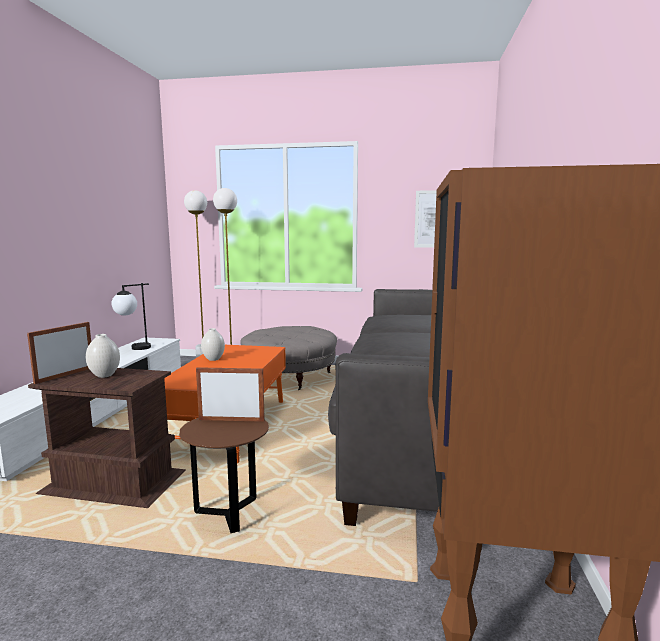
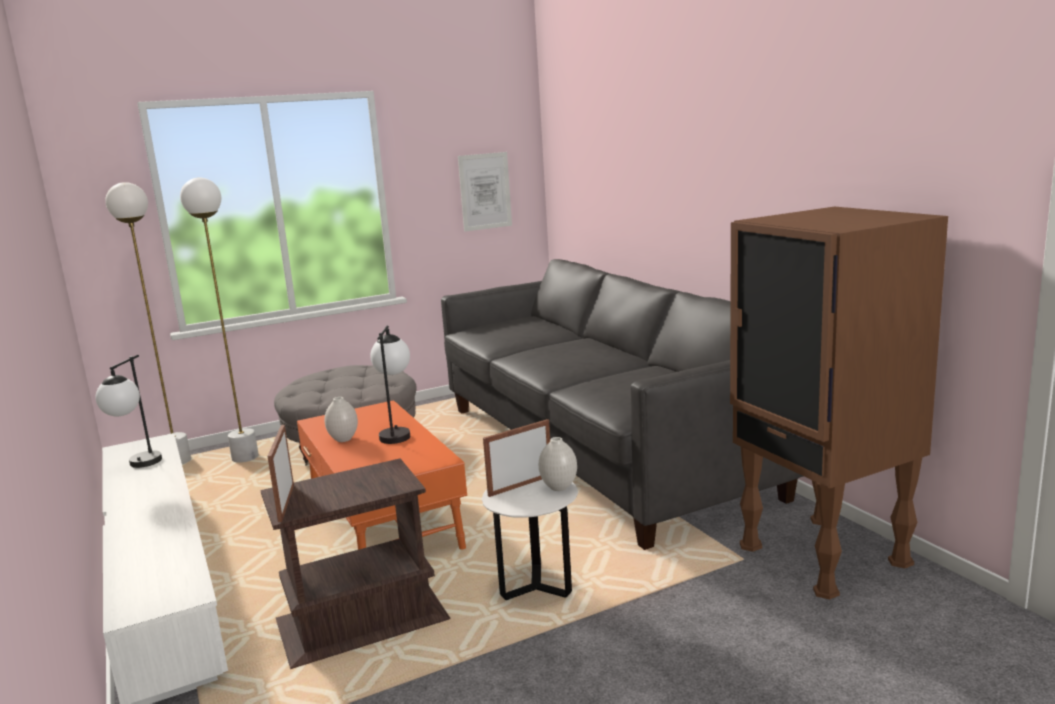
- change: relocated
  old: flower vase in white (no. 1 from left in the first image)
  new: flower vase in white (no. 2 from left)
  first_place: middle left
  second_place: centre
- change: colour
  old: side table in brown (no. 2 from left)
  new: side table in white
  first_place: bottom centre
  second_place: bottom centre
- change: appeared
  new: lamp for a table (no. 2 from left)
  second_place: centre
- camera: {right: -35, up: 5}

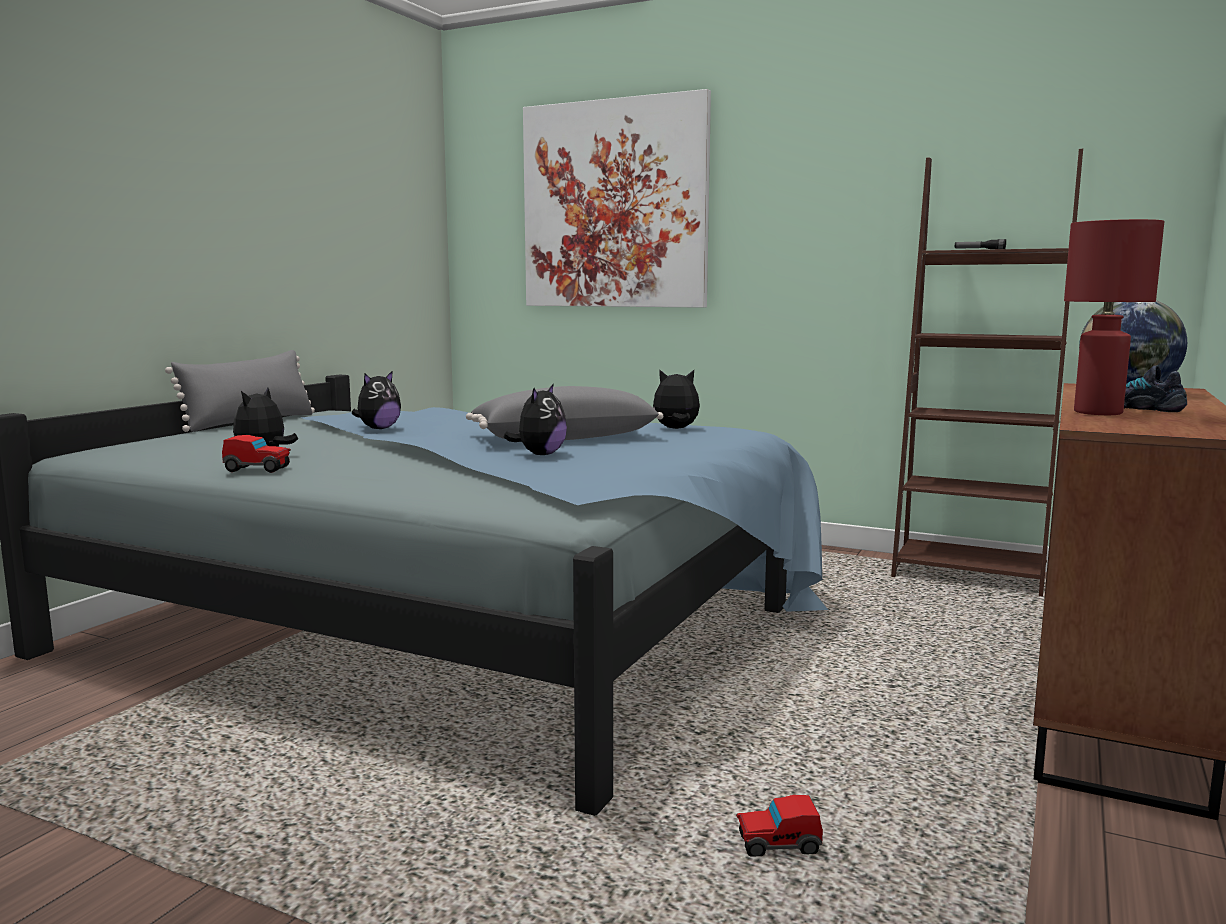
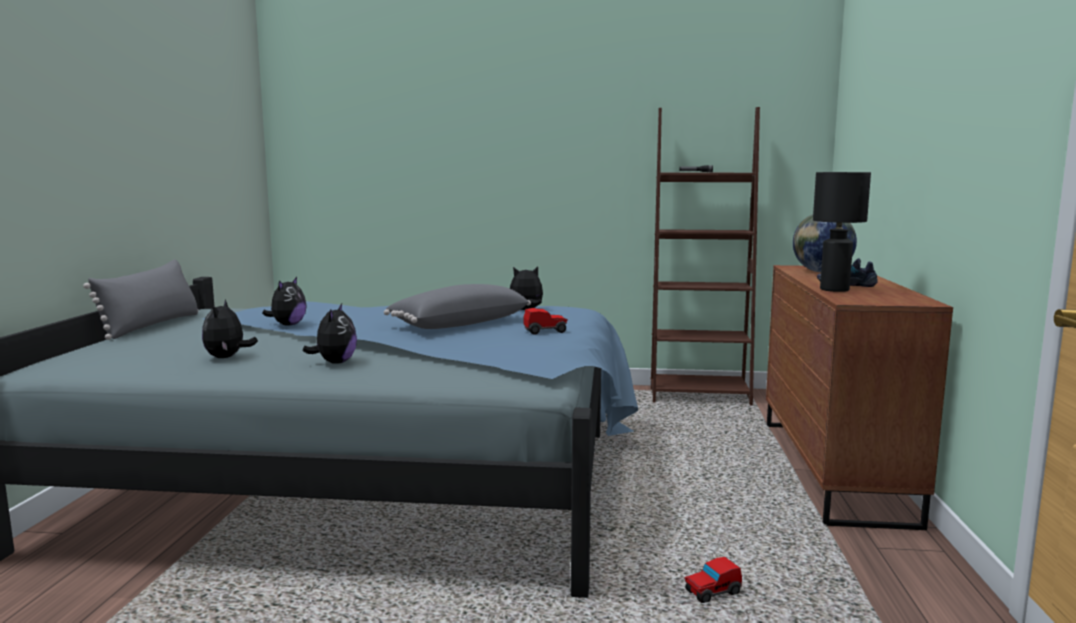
- change: relocated
  old: miniature car (no. 1 from left)
  first_place: middle left
  second_place: centre
- change: relocated
  old: soft toy (no. 3 from left)
  first_place: centre
  second_place: middle left
- change: missing
  old: picture
  first_place: top centre
- change: colour
  old: lamp for a table in reddish
  new: lamp for a table in black
  first_place: middle right
  second_place: middle right
- camera: {right: -20, up: 0}

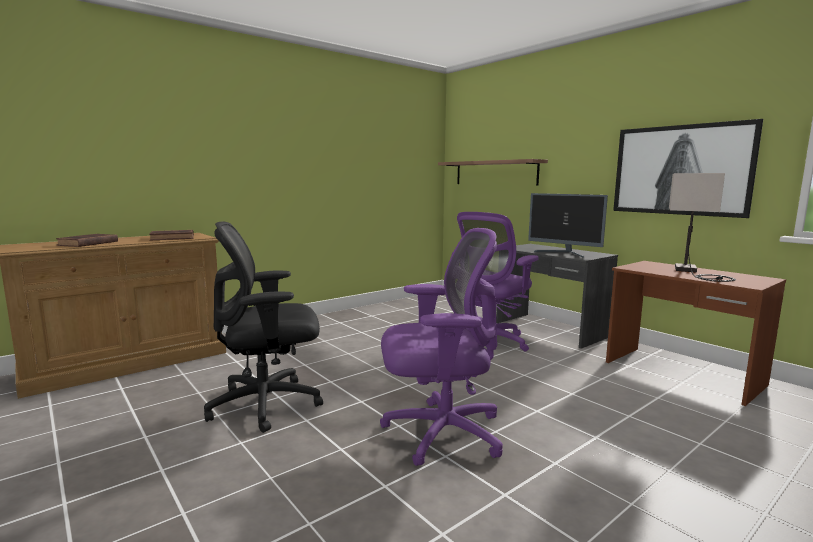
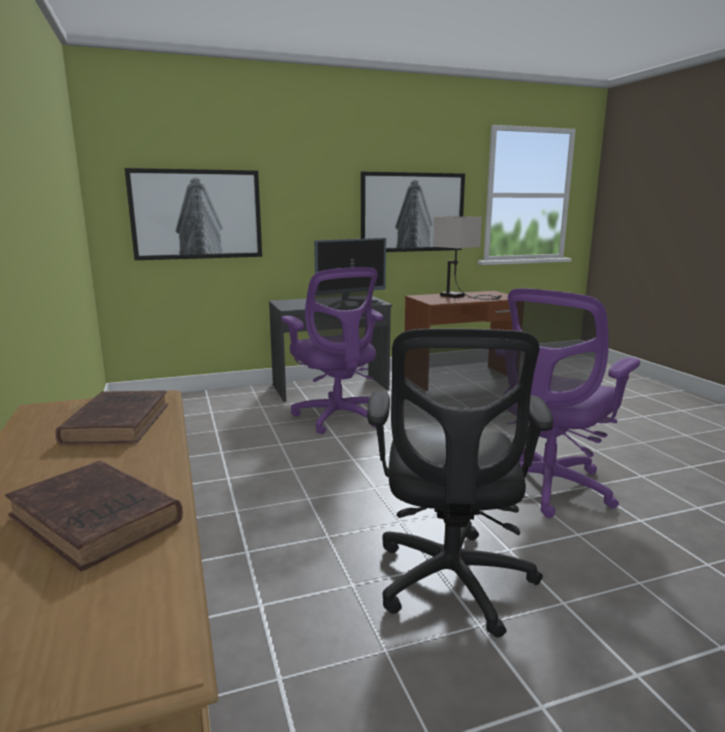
- change: spun
  old: desk chair in purple (no. 1 from left in the first image)
  first_place: centre
  second_place: middle right
  degrees: -150
- change: exchanged
  old: shelf
  new: picture (no. 1 from left)
  first_place: top centre
  second_place: top left
- camera: {right: -70, up: 5}

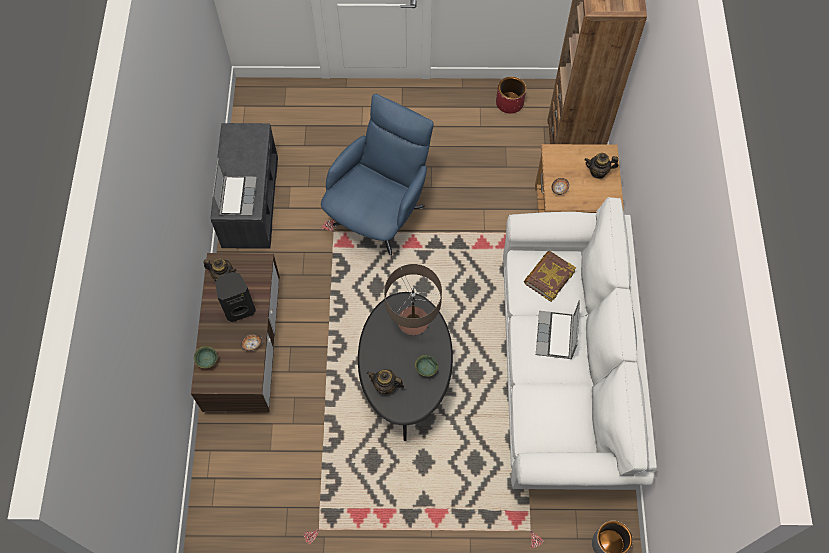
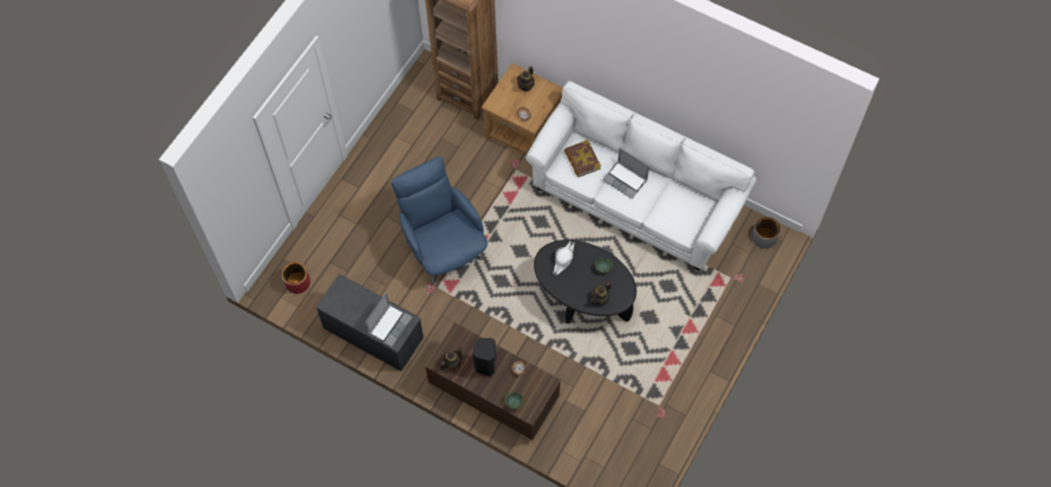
- change: spun
  old: portable computer (no. 1 from left)
  first_place: middle left
  second_place: centre
  degrees: 90
- change: exchanged
  old: lamp for a table
  new: hat in white
  first_place: centre
  second_place: centre
- change: relocated
  old: plant pot in reddish
  first_place: top centre
  second_place: middle left
- camera: {right: -60, up: 0}

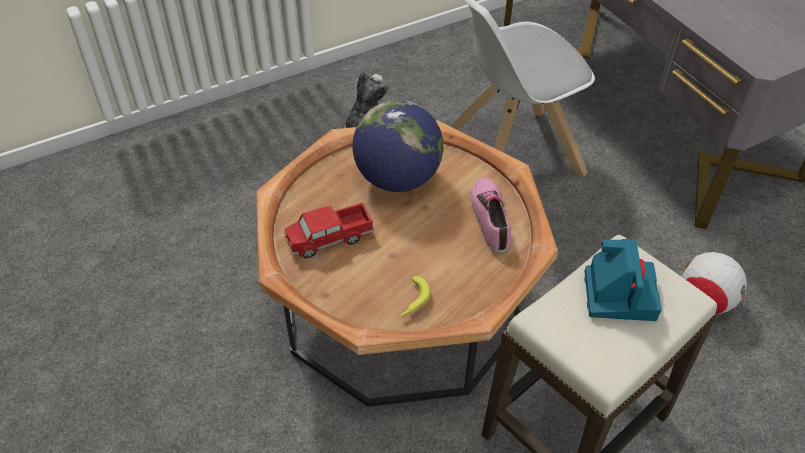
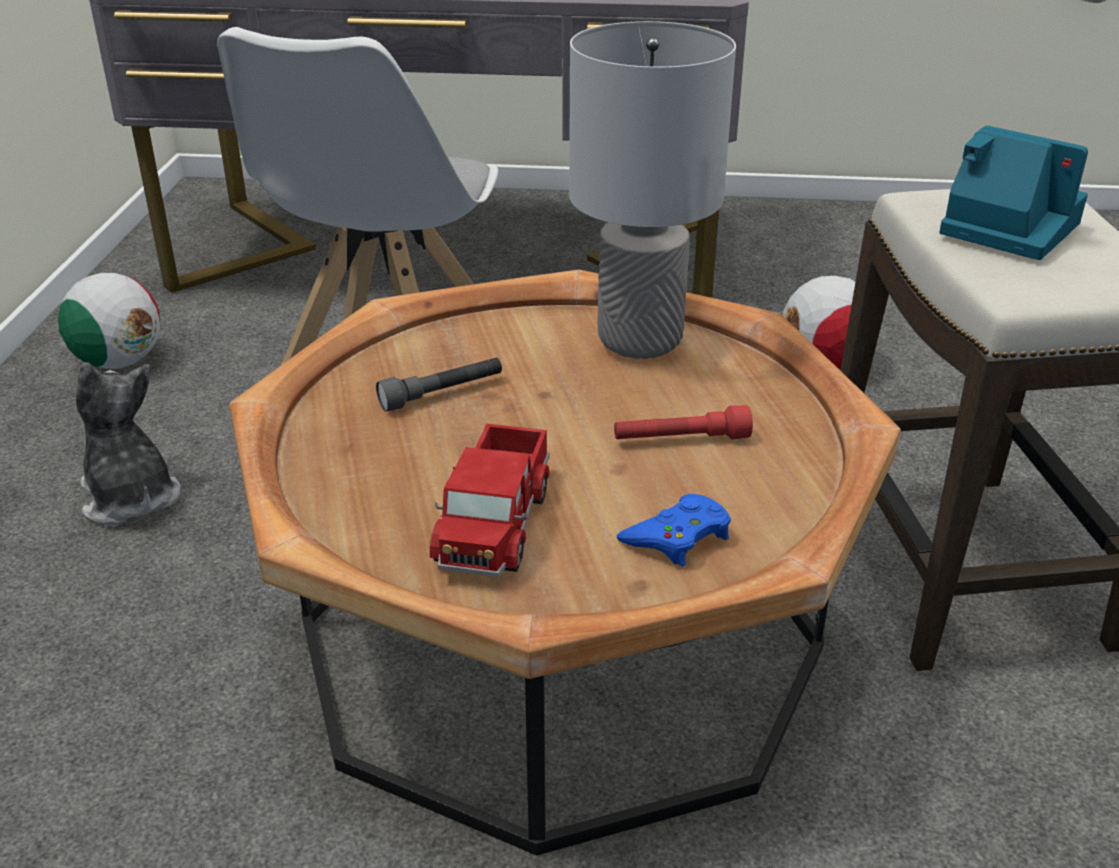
- change: exchanged
  old: world globe
  new: torch in grey
  first_place: top centre
  second_place: centre
- change: missing
  old: banana fruit
  first_place: centre
- change: exchanged
  old: shoe
  new: lamp for a table in grey
  first_place: centre
  second_place: top centre
- change: appeared
  new: ball for football (no. 1 from left)
  second_place: middle left
- change: appeared
  new: torch in reddish
  second_place: centre
- change: appeared
  new: gamepad in blue
  second_place: centre
- camera: {right: -55, up: -15}

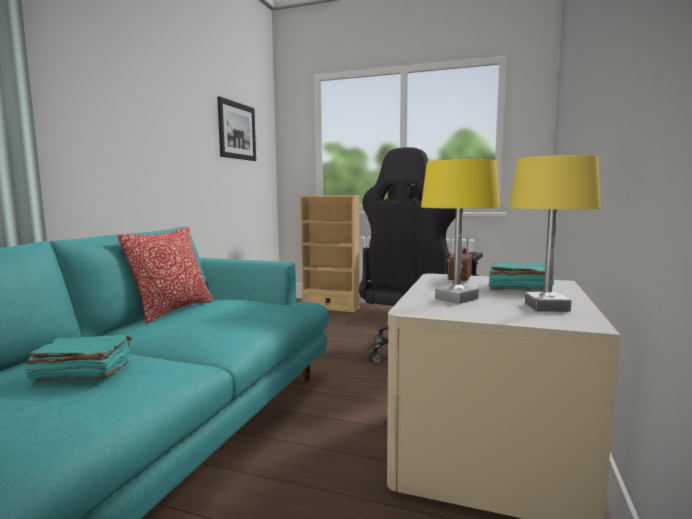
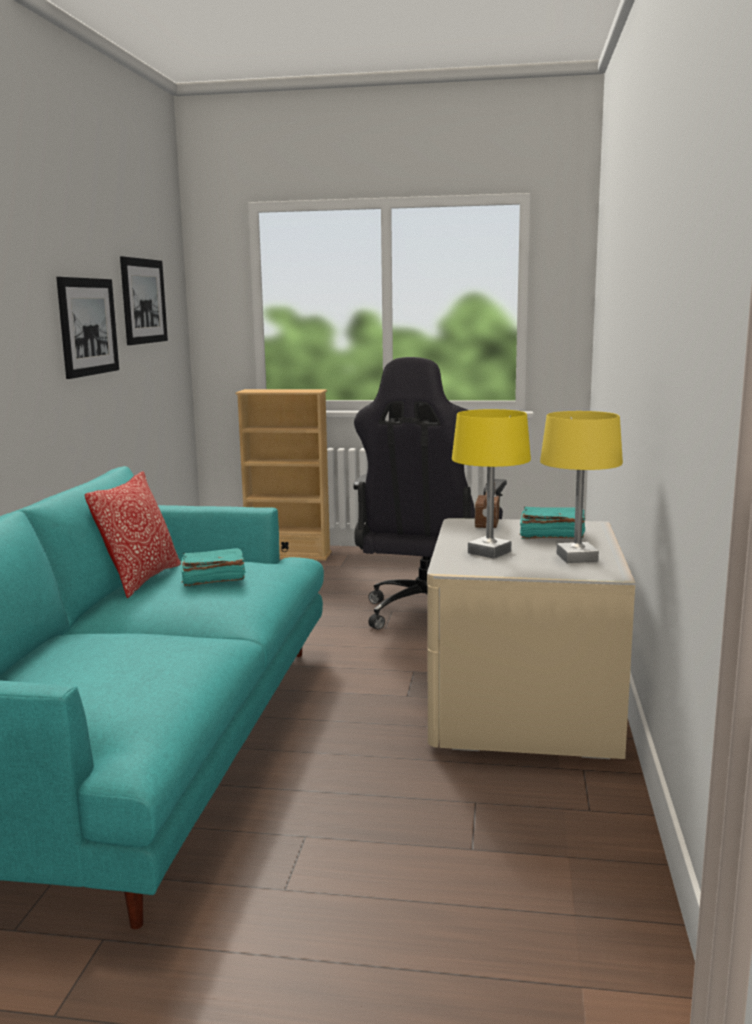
- change: relocated
  old: bound book in turquoise-coloured (no. 1 from left)
  first_place: bottom left
  second_place: middle left
- change: appeared
  new: picture (no. 1 from left)
  second_place: top left
- camera: {right: -10, up: 5}

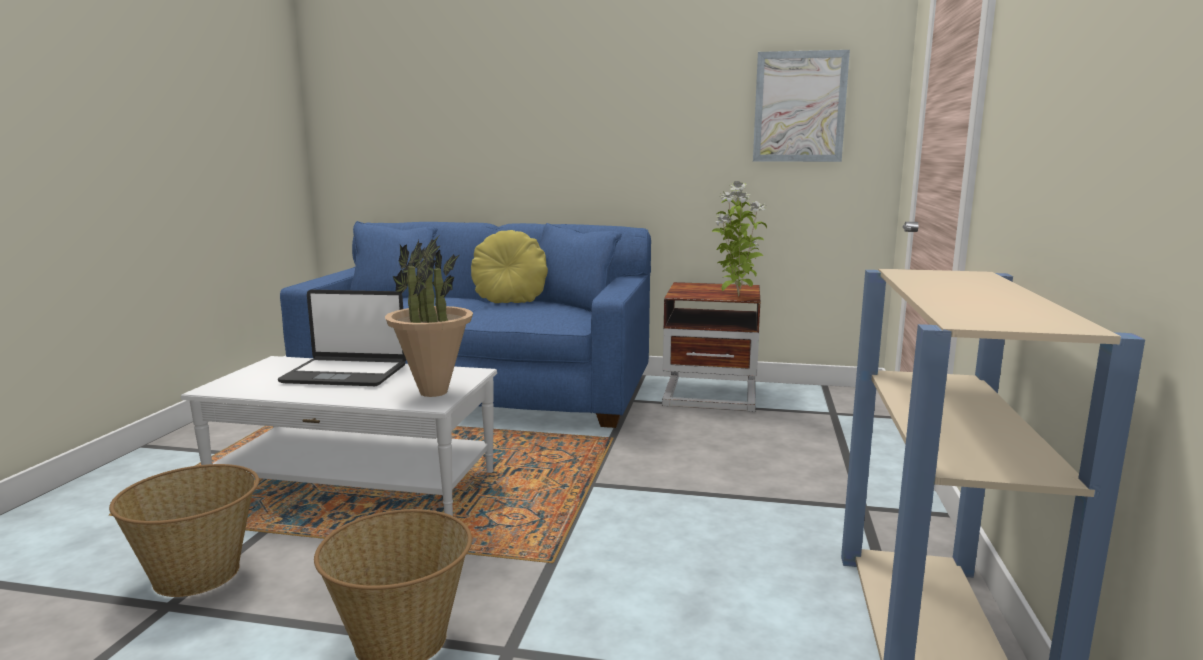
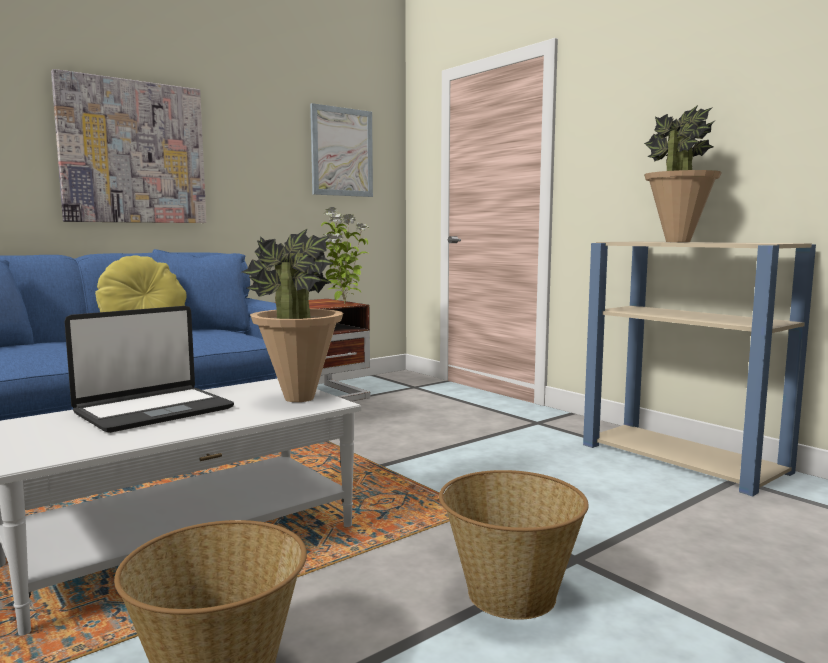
- change: appeared
  new: picture (no. 1 from left)
  second_place: top left
- change: appeared
  new: potted plant (no. 3 from left)
  second_place: top right
- camera: {right: -50, up: -5}

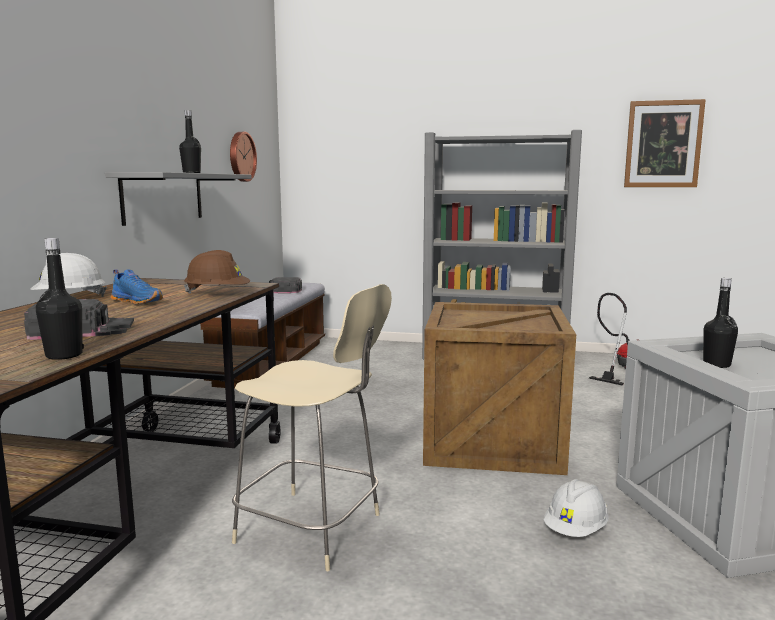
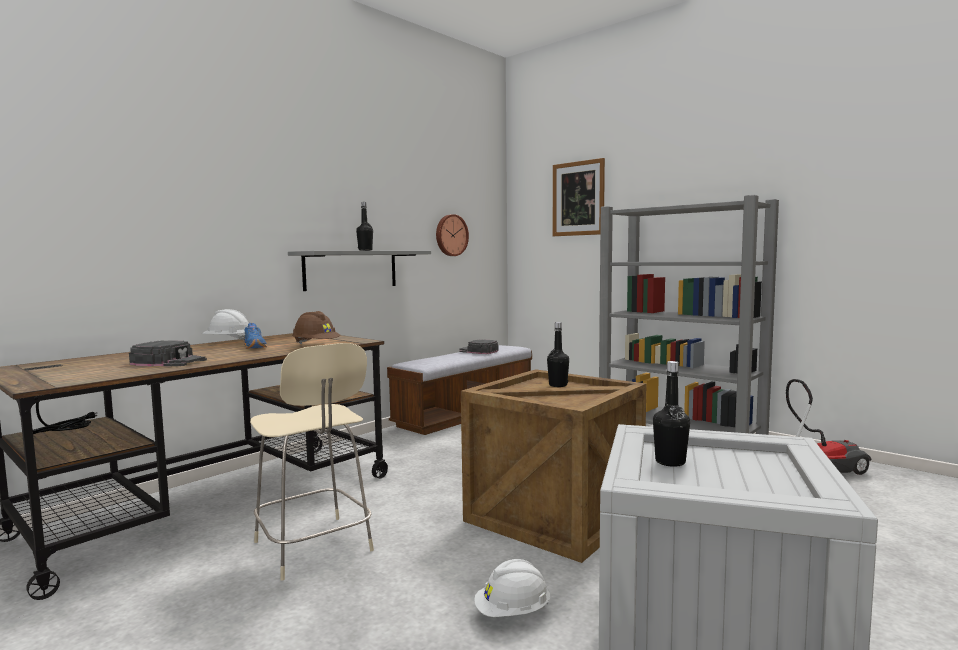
- change: relocated
  old: beverage bottle in black (no. 1 from left in the first image)
  new: beverage bottle in black (no. 2 from left)
  first_place: middle left
  second_place: centre
- change: relocated
  old: picture
  first_place: top right
  second_place: top centre
- camera: {right: 30, up: -5}

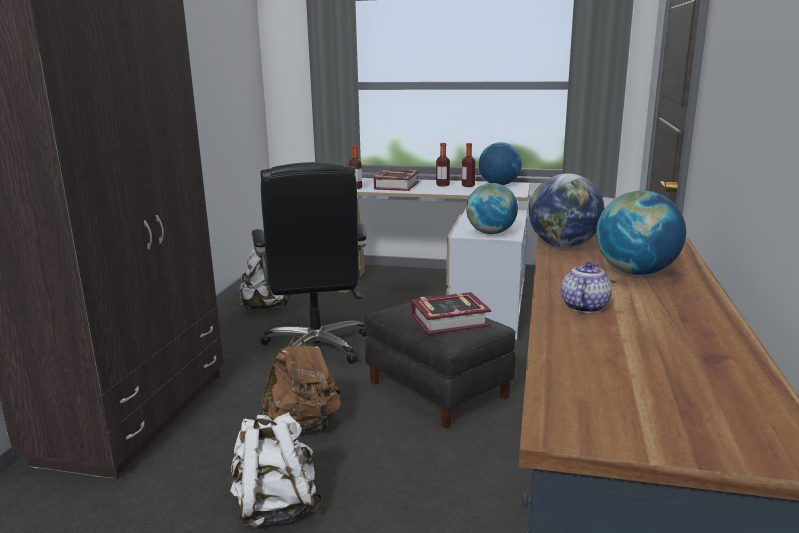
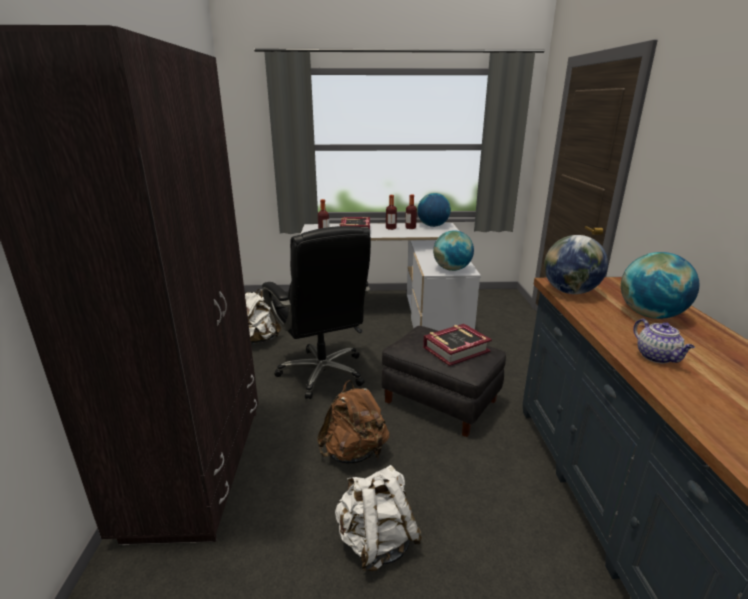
- change: spun
  old: teapot
  first_place: middle right
  second_place: middle right
  degrees: 150
- camera: {right: -15, up: 5}

